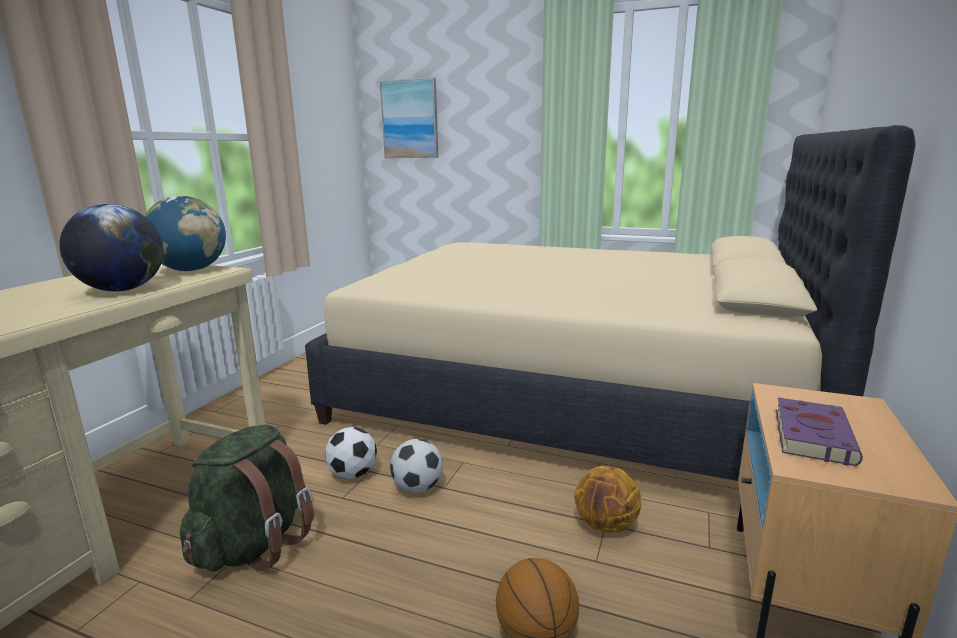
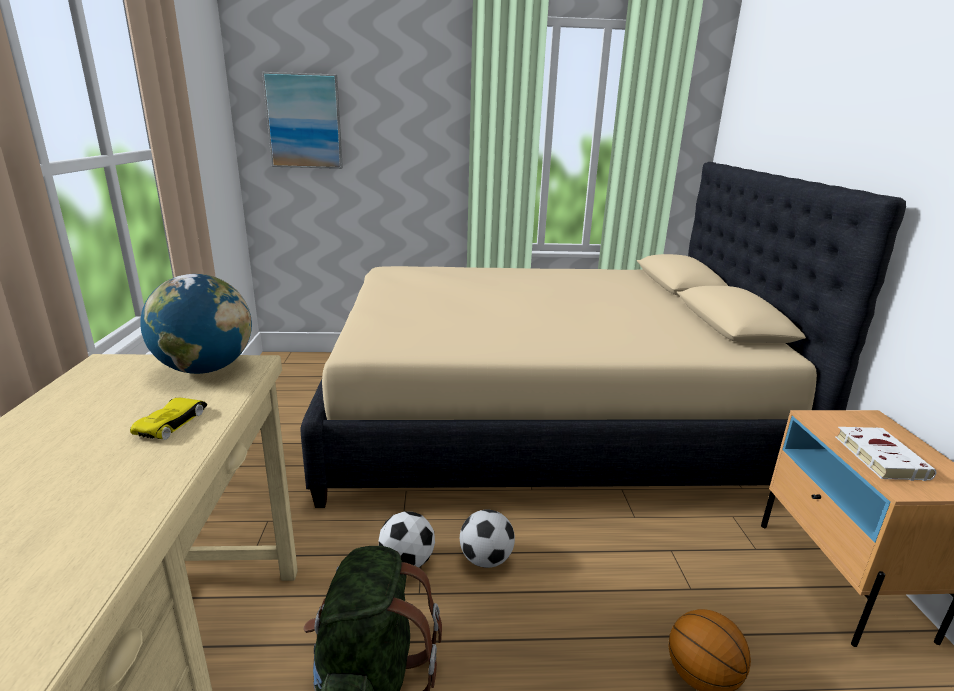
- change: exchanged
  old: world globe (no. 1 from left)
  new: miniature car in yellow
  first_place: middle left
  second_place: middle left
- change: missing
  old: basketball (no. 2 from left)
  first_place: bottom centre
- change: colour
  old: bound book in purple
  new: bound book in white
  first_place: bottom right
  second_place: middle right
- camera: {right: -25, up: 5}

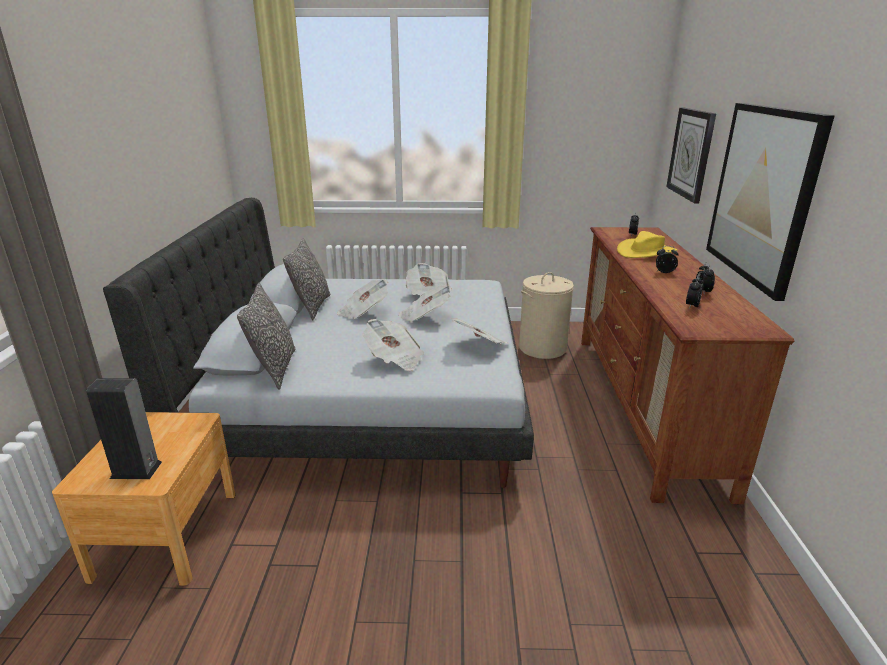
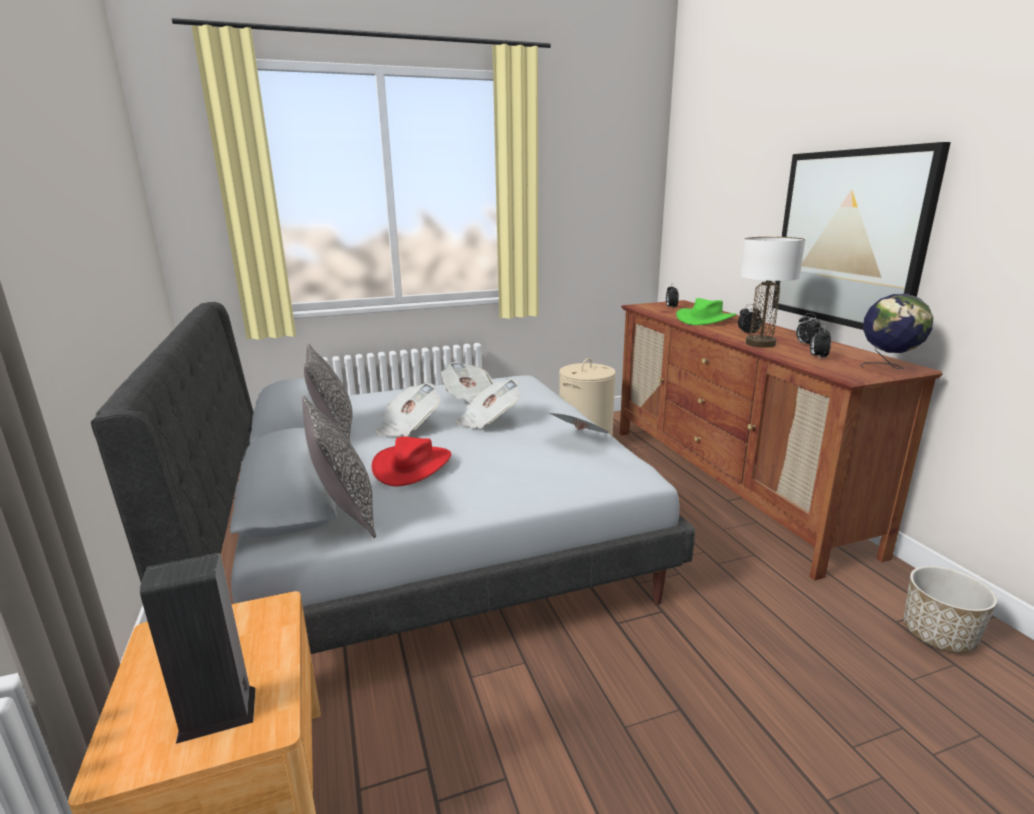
- change: missing
  old: newspaper (no. 2 from left)
  first_place: centre
- change: colour
  old: hat in yellow
  new: hat in greenish
  first_place: middle right
  second_place: middle right
- change: missing
  old: hanging clock
  first_place: top right
- change: appeared
  new: hat in reddish
  second_place: centre
- change: appeared
  new: lamp for a table
  second_place: middle right
- change: appeared
  new: world globe
  second_place: middle right
- change: appeared
  new: plant pot
  second_place: bottom right
- camera: {right: -20, up: -5}

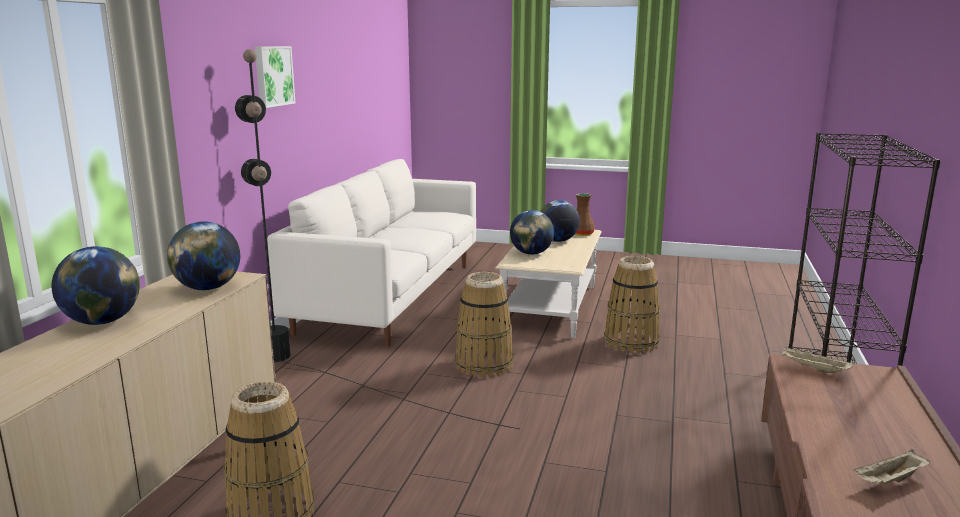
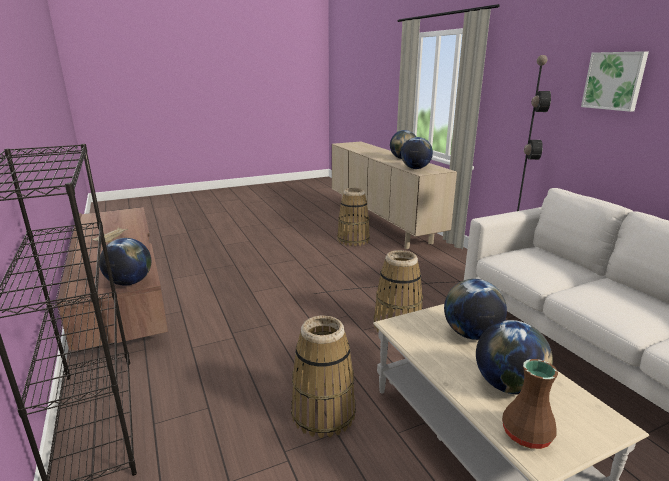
- change: exchanged
  old: carrying tray in beige-coloured (no. 1 from left)
  new: world globe (no. 1 from left)
  first_place: bottom right
  second_place: middle left
- camera: {right: 140, up: 5}

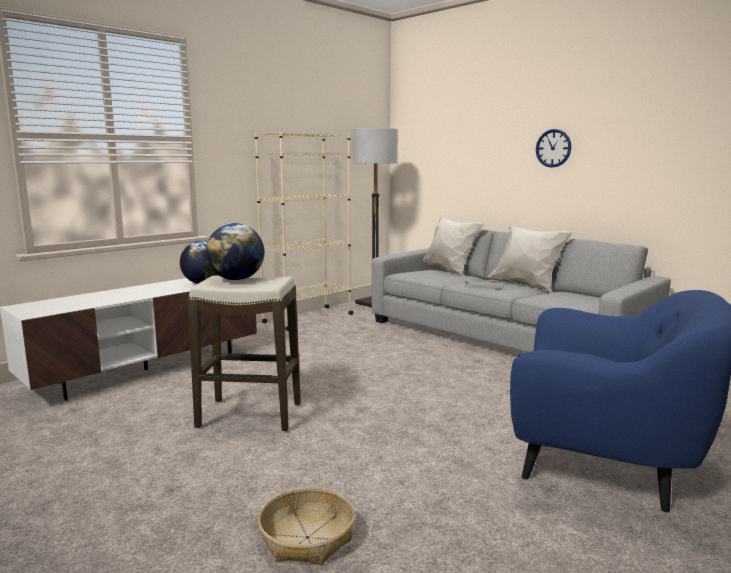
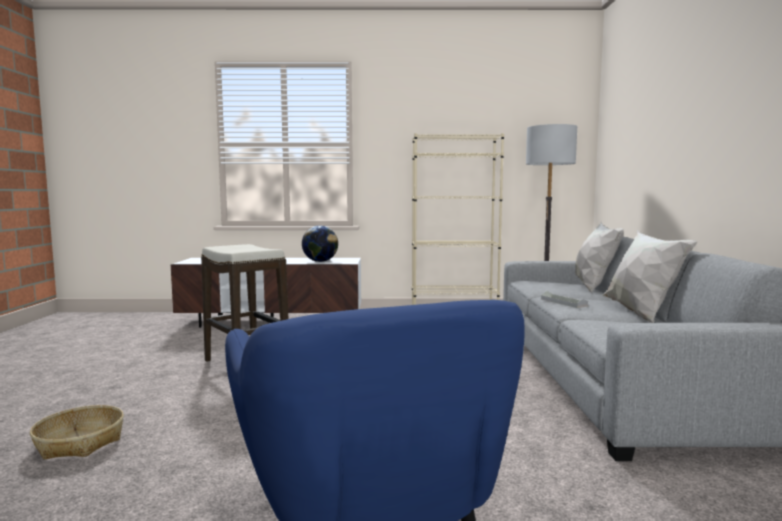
- change: missing
  old: world globe (no. 2 from left)
  first_place: middle left
- change: missing
  old: hanging clock
  first_place: top right
- camera: {right: 45, up: -5}

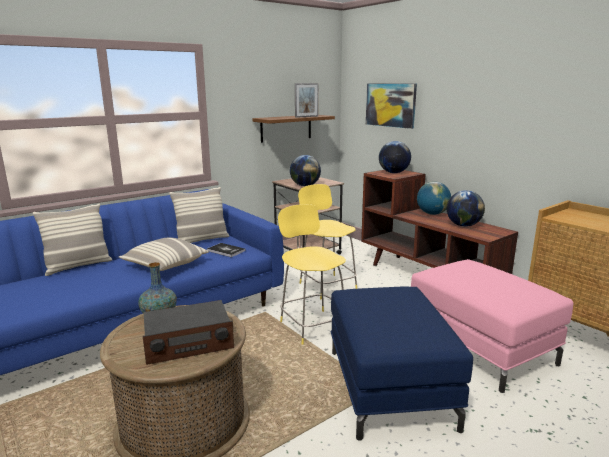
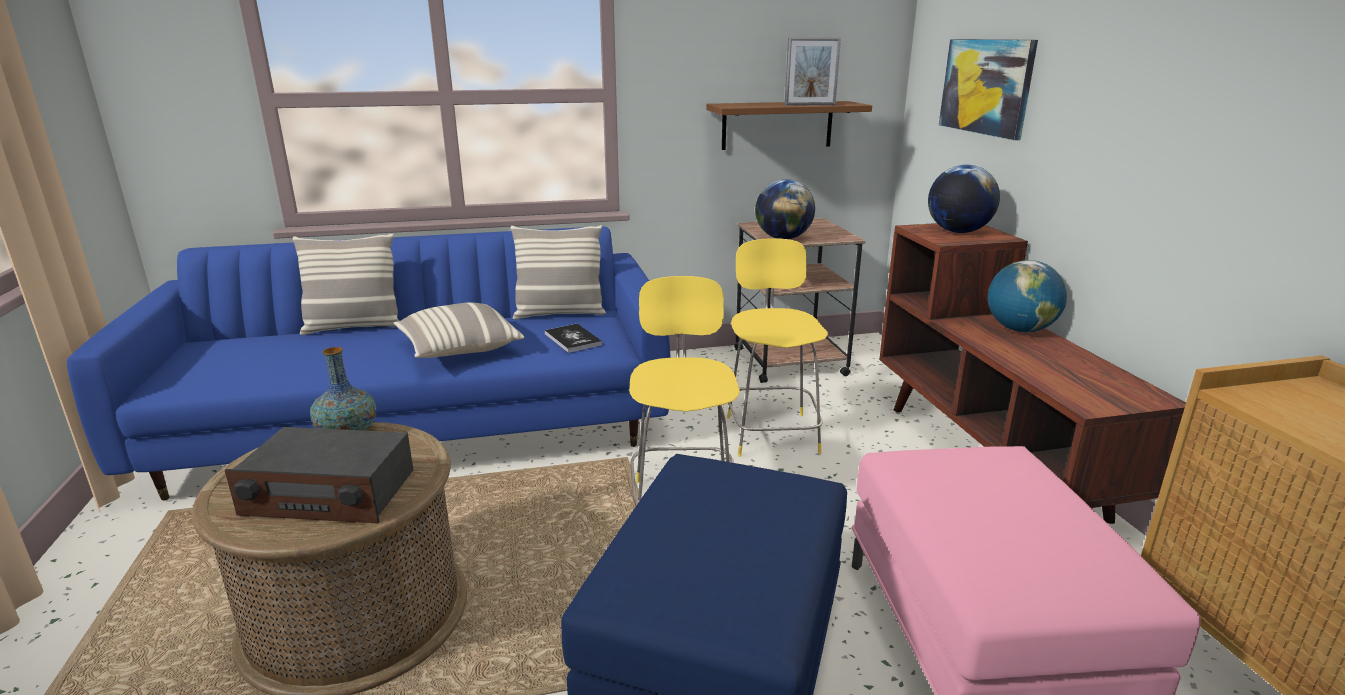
- change: missing
  old: world globe (no. 4 from left)
  first_place: middle right
- camera: {right: 25, up: 5}

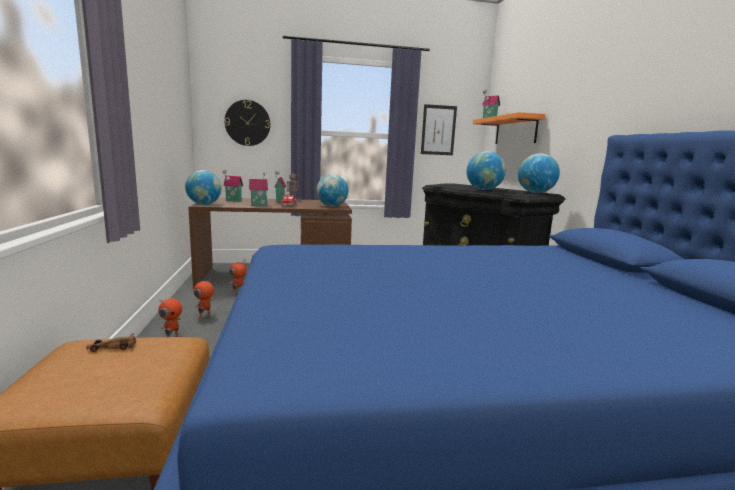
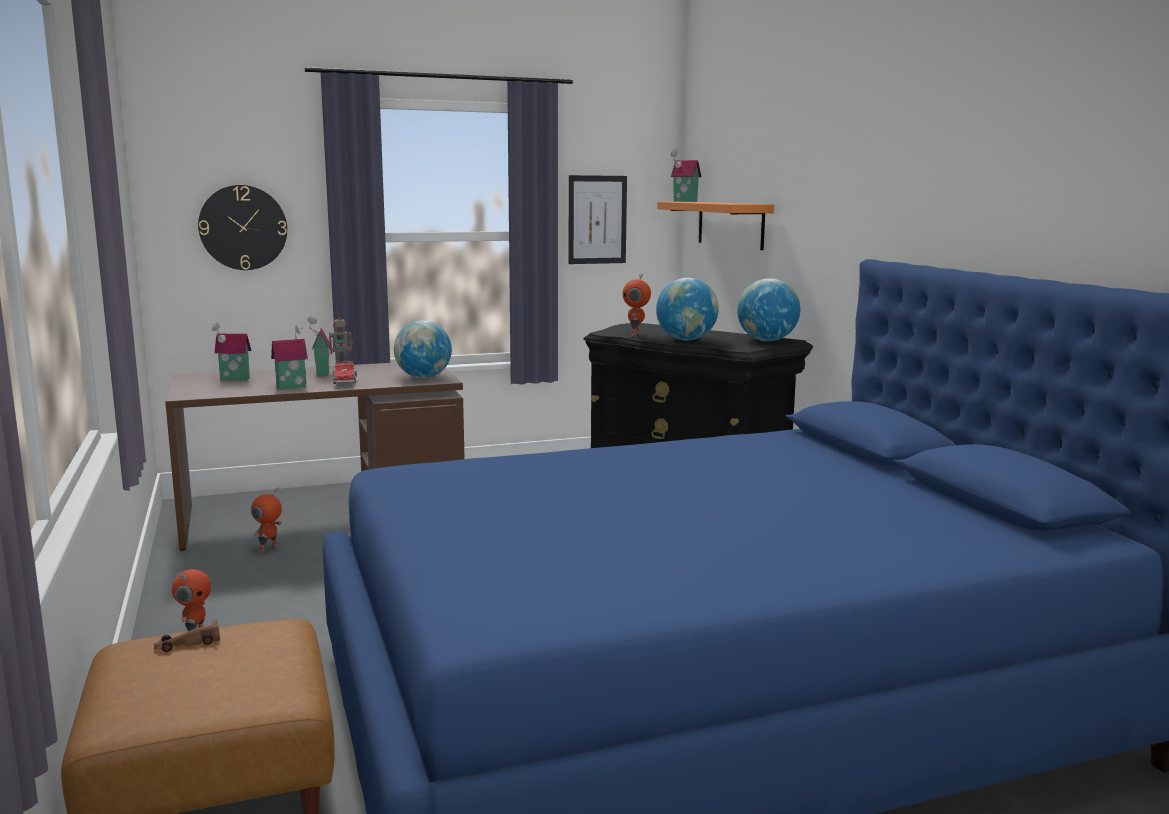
- change: missing
  old: world globe (no. 1 from left)
  first_place: middle left
- change: relocated
  old: toy robot (no. 2 from left in the first image)
  new: toy robot (no. 4 from left)
  first_place: middle left
  second_place: centre
- camera: {right: -10, up: 0}

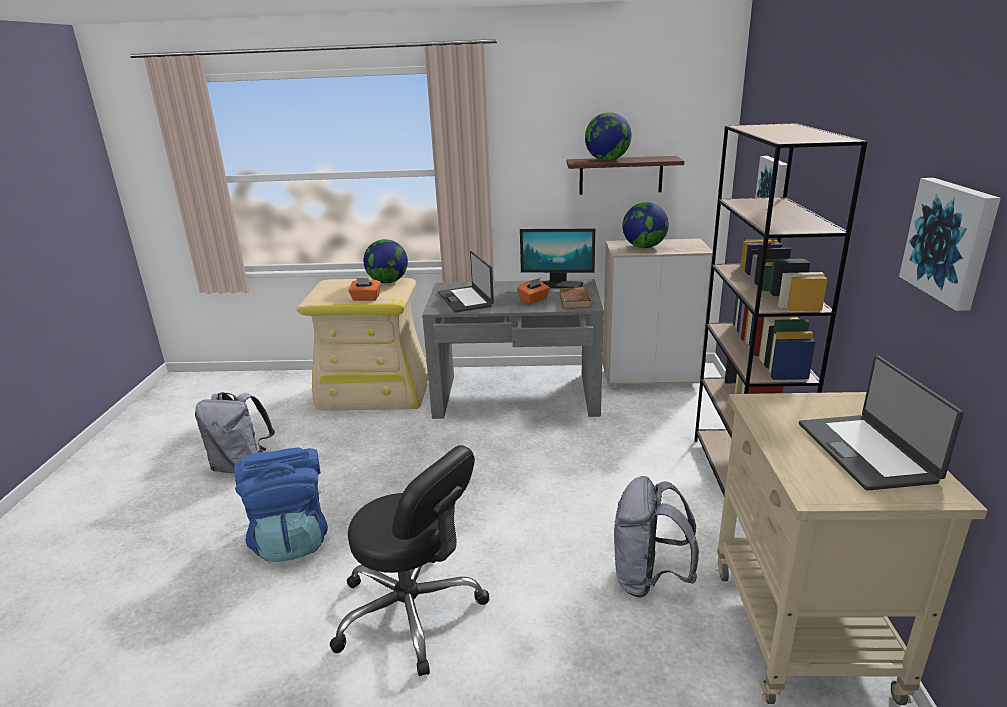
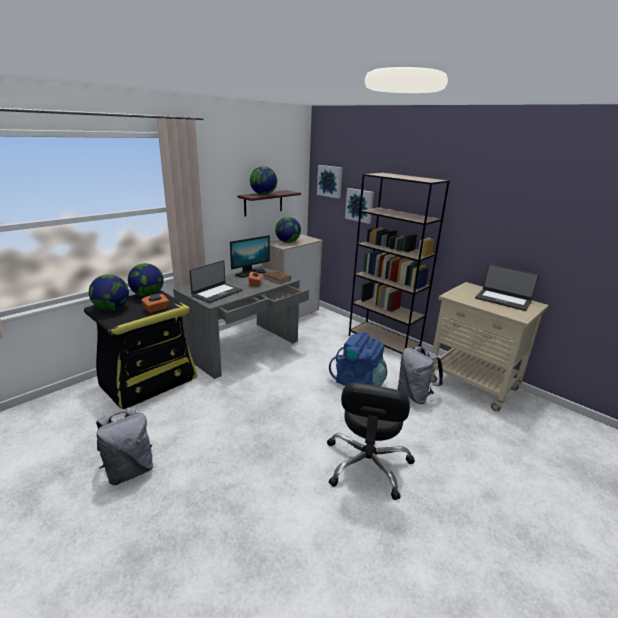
- change: relocated
  old: rucksack in blue
  first_place: bottom left
  second_place: centre
- change: colour
  old: nightstand in beige-coloured
  new: nightstand in black
  first_place: centre
  second_place: middle left
- change: spun
  old: desk chair in black
  first_place: bottom centre
  second_place: bottom centre
  degrees: 120
- change: spun
  old: portable computer (no. 1 from left)
  first_place: centre
  second_place: centre
  degrees: -75
- change: relocated
  old: picture (no. 2 from left in the first image)
  new: picture (no. 1 from left)
  first_place: middle right
  second_place: top centre
- change: appeared
  new: world globe (no. 1 from left)
  second_place: middle left
- camera: {right: -50, up: 0}

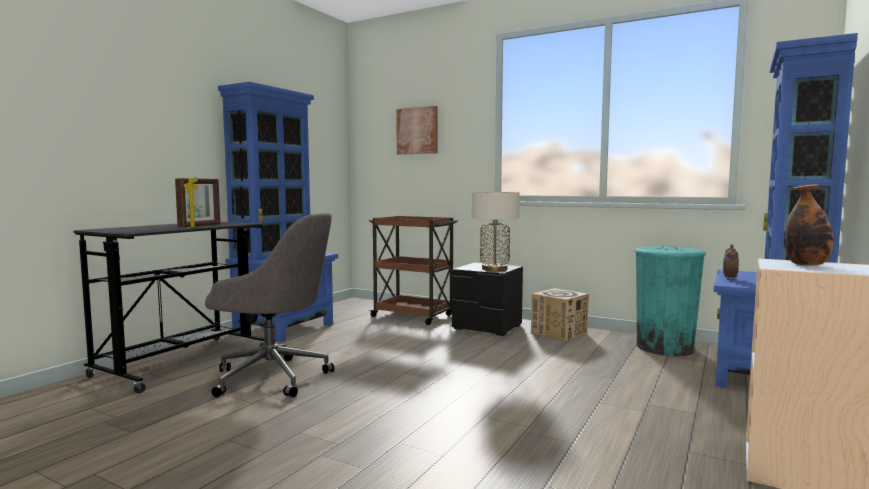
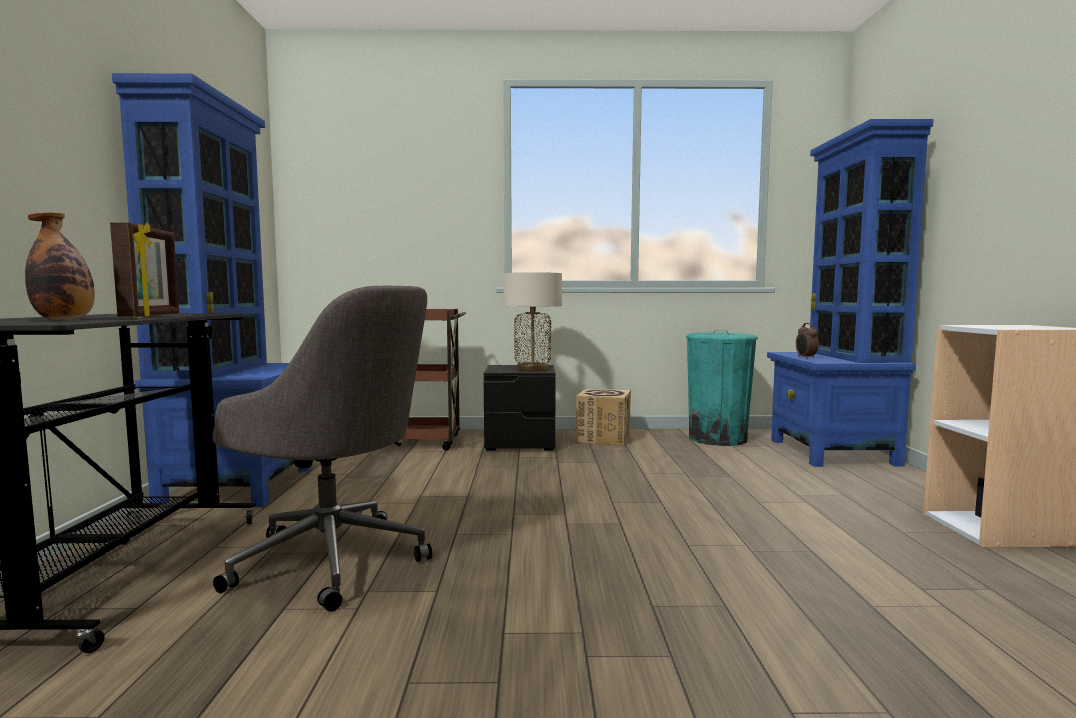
- change: spun
  old: desk chair in grey
  first_place: middle left
  second_place: middle left
  degrees: 45
- change: missing
  old: picture
  first_place: top centre
- change: relocated
  old: beverage bottle
  first_place: middle right
  second_place: middle left
- camera: {right: -30, up: 0}

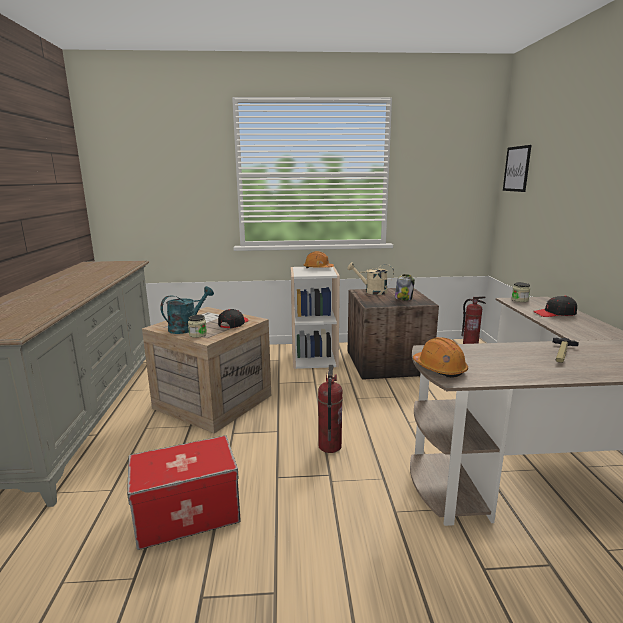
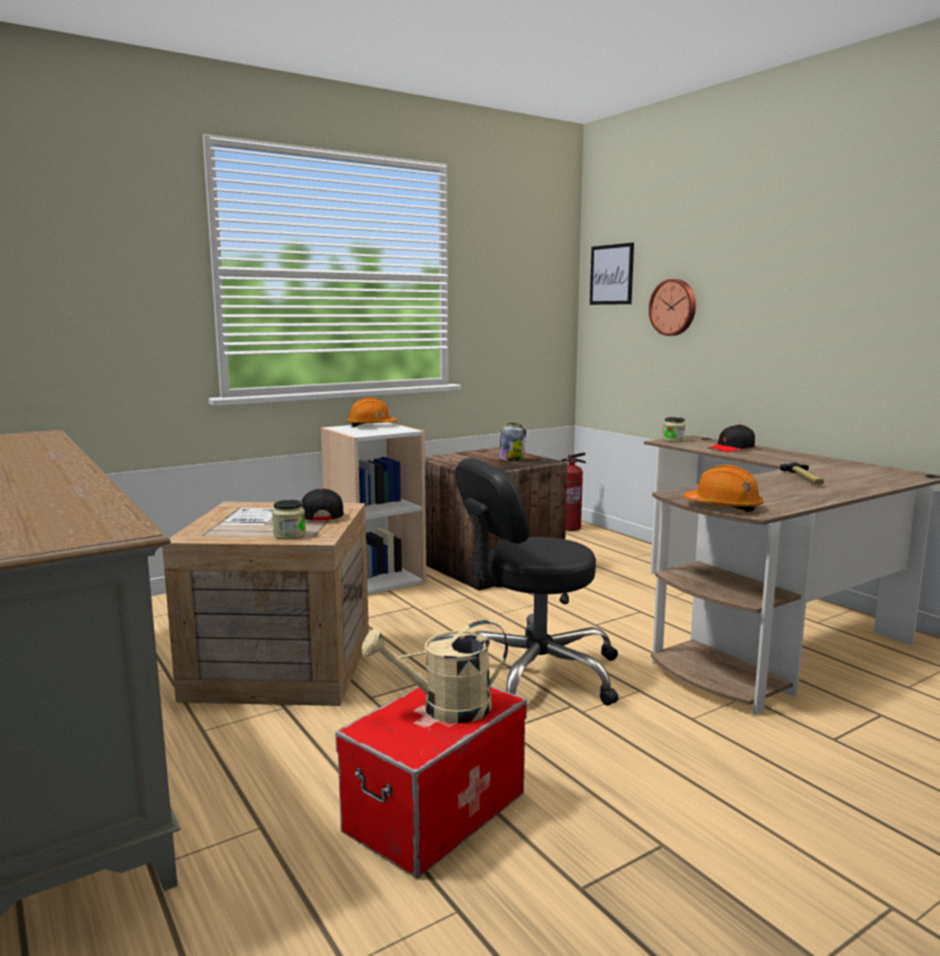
- change: missing
  old: watering can in turquoise-coloured
  first_place: middle left
- change: exchanged
  old: fire-fighting cylinder (no. 1 from left)
  new: desk chair in black
  first_place: centre
  second_place: centre
- change: relocated
  old: watering can in beige-coloured
  first_place: centre
  second_place: bottom centre
- change: appeared
  new: hanging clock
  second_place: top right
- camera: {right: -30, up: -5}

